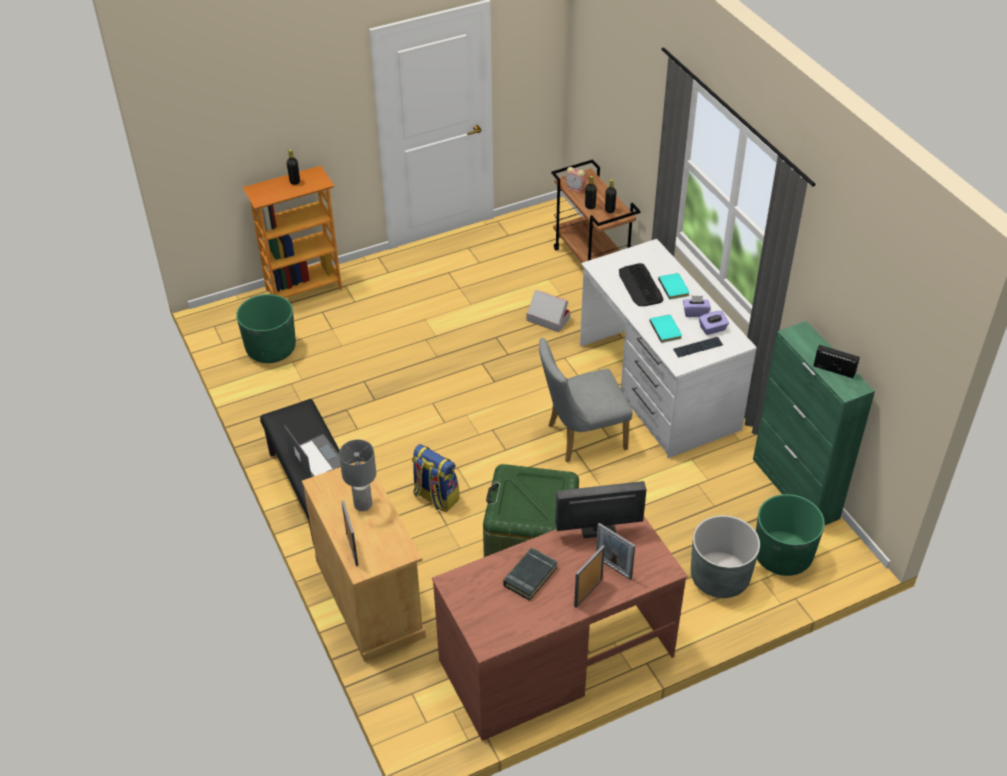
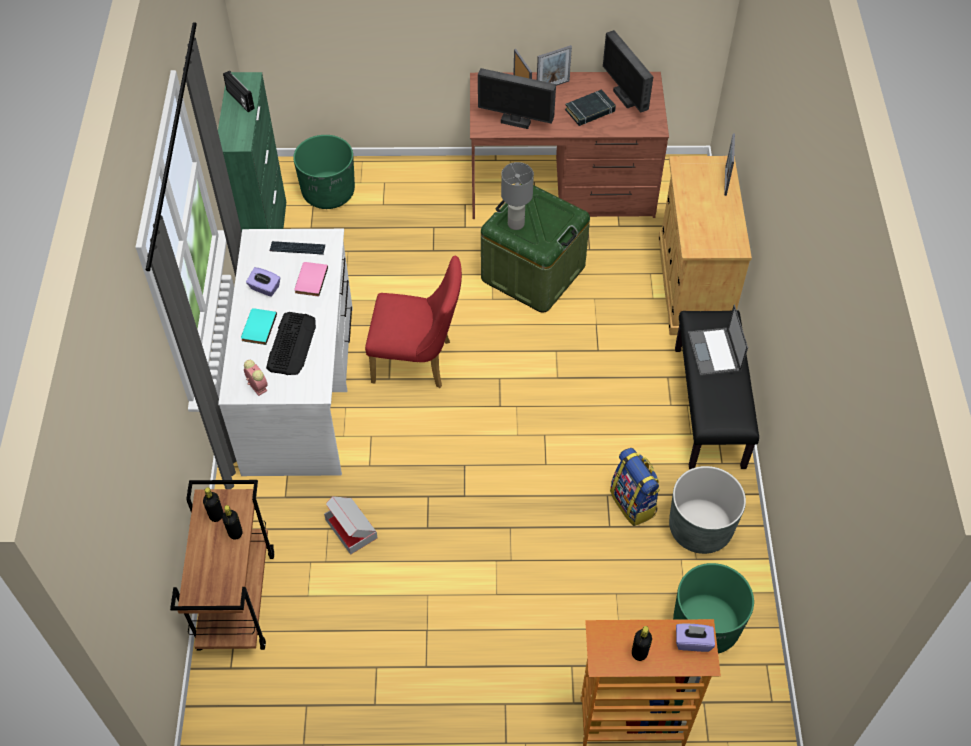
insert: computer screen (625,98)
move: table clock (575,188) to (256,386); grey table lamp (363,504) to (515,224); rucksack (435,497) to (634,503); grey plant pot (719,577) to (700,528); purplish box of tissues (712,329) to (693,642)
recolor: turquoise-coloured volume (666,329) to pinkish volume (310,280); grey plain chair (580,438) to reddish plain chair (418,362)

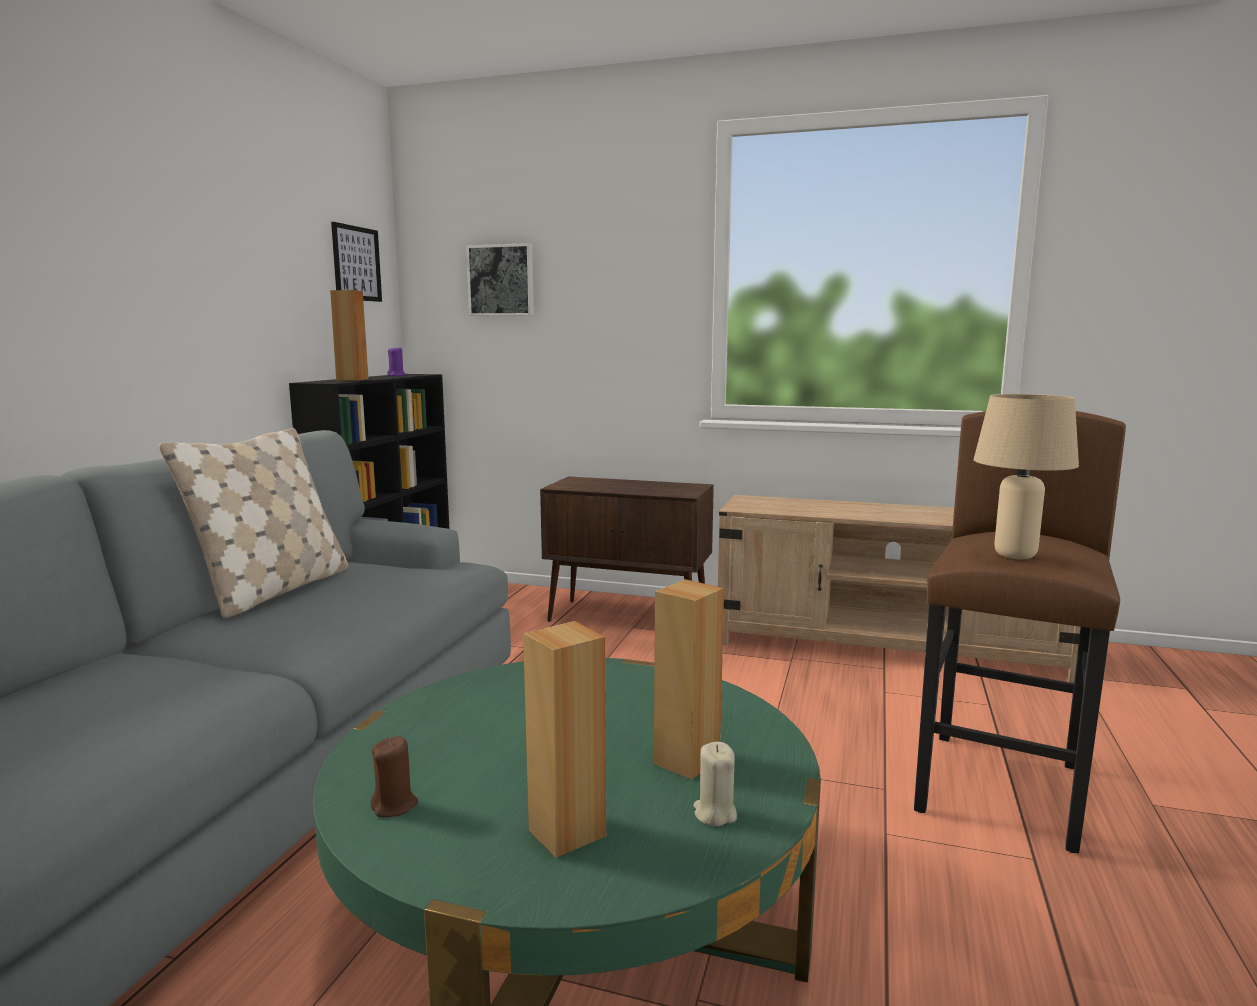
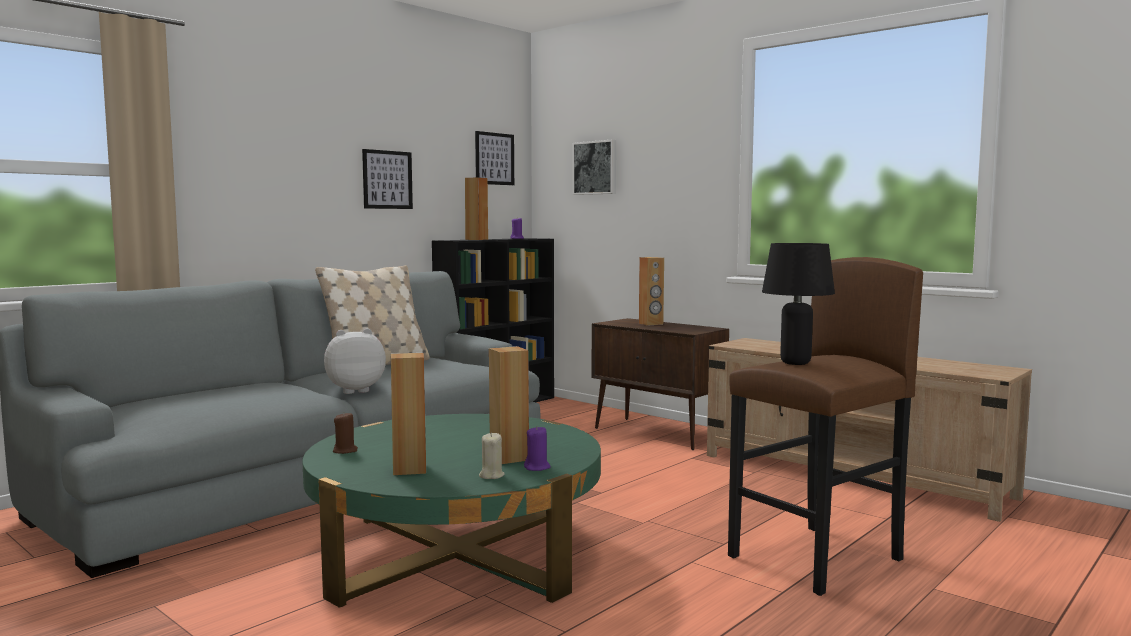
insert: soft toy (354,390); wall art (387,179); purplish wax light (537,467); brown audio speaker (651,324)
recolor: sand-coloured table lamp (1016,555) to blackish table lamp (796,363)

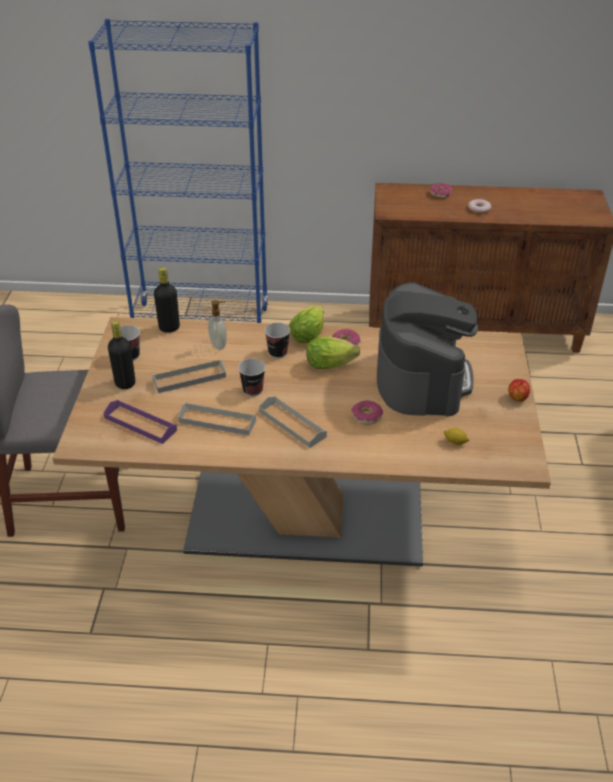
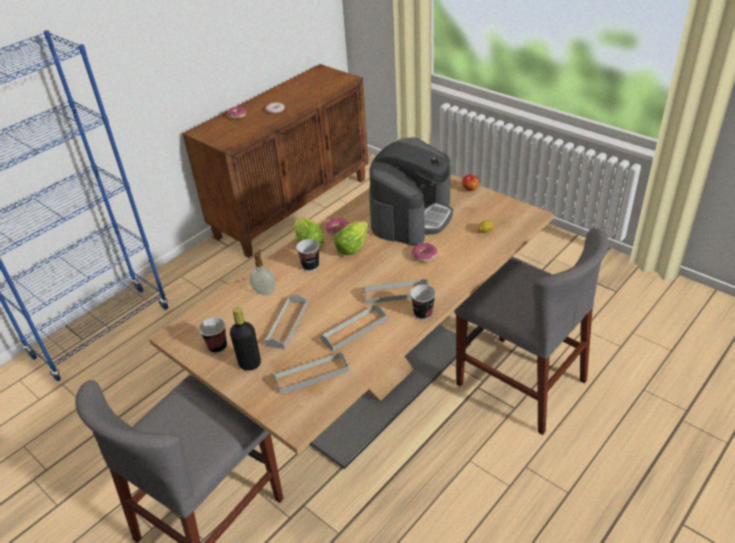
delete: blackish beverage bottle (169,327)
insert: grey plain chair (520,382)
move: cup (252,390) to (423,313)
recolor: purplish tray (140,424) to grey tray (311,375)
rotate: coffee brewer (422,378) = (411,215) 75 degrees clockwise

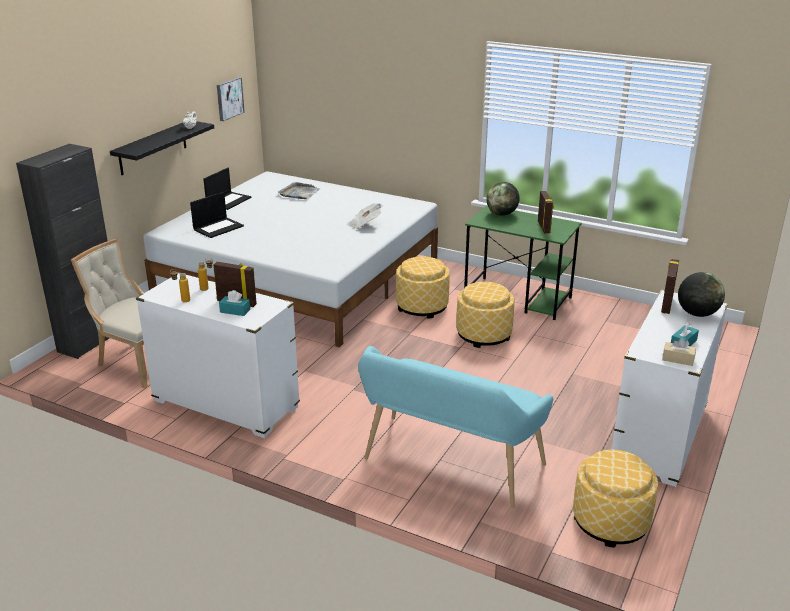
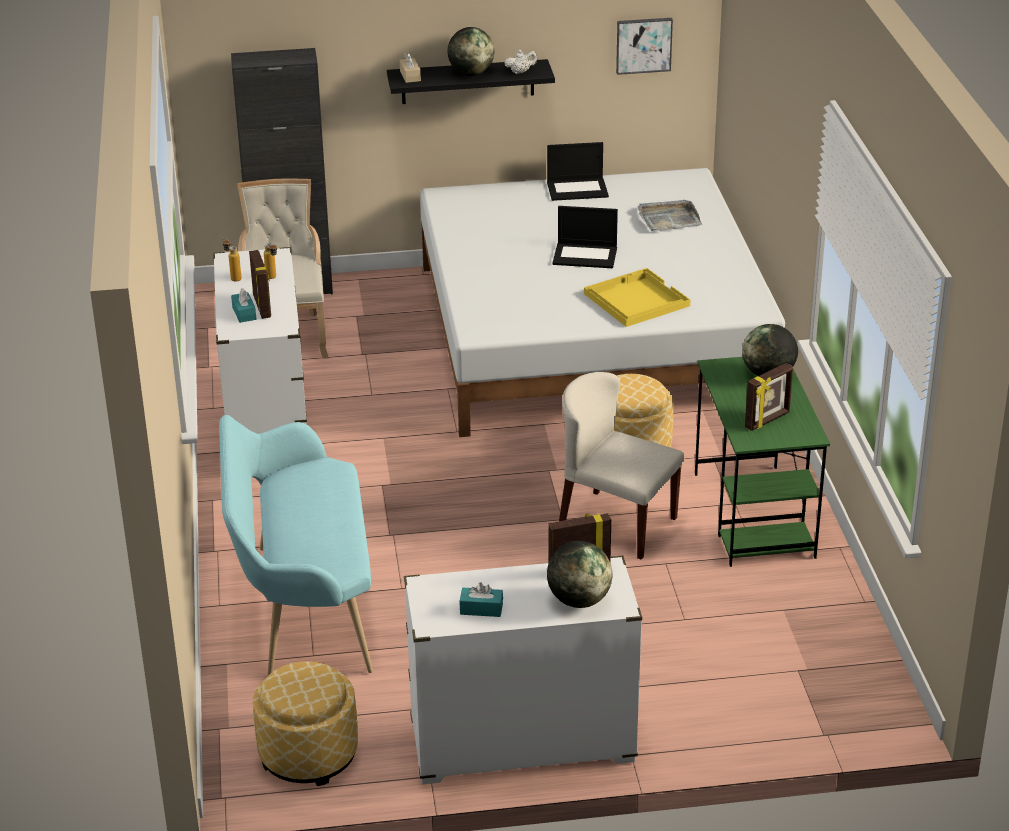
insert: globe (471,73)
move: sand-coloured box of tissues (678,359) to (410,76); portable computer (218,227) to (586,255)
replace: pouffe (483,334) to sand-coloured plain chair (616,524); newspaper (364,224) to yellowish tray (635,299)

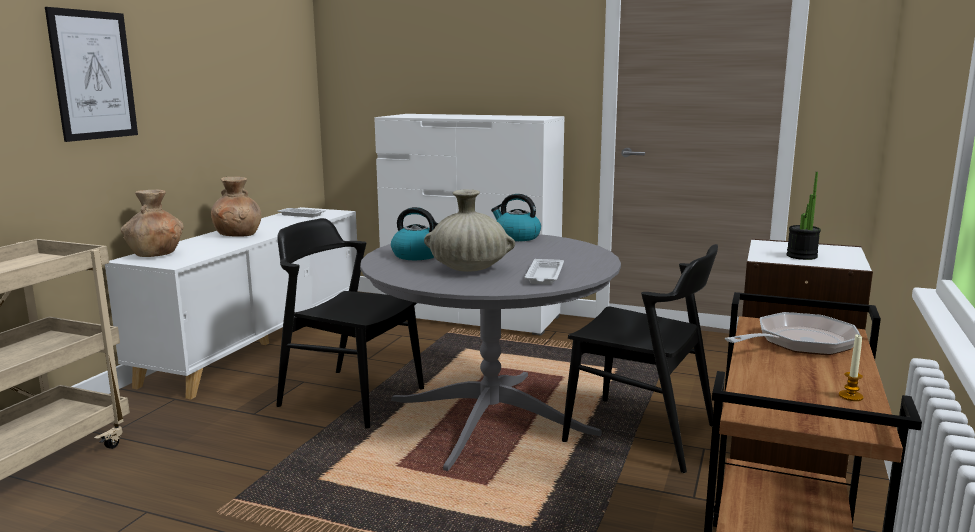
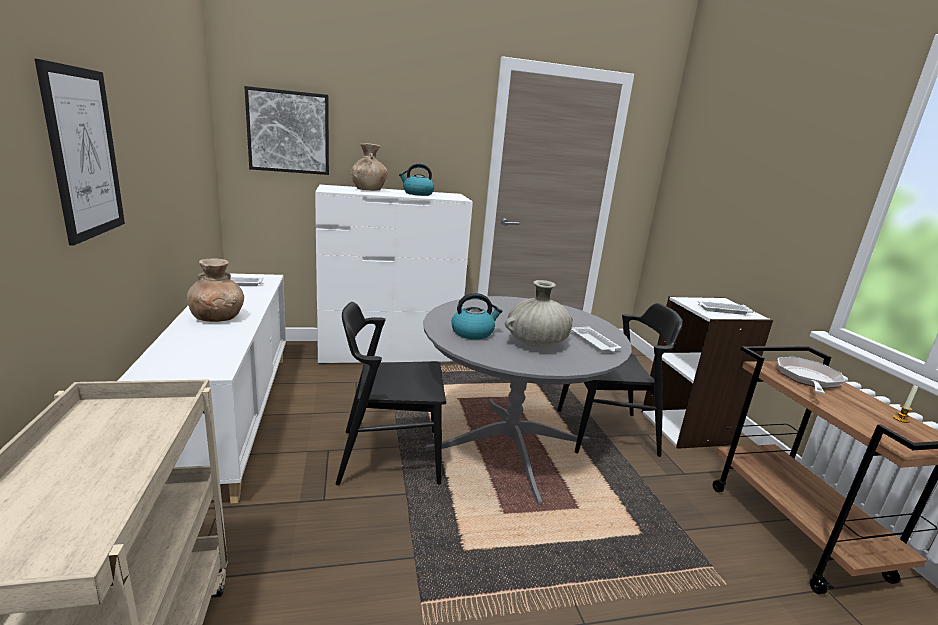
insert: wall art (289,132)
move: brown vase (156,254) to (368,190); tea kettle (516,237) to (417,194)
replace: houseplant (801,256) to whitish tray (722,310)

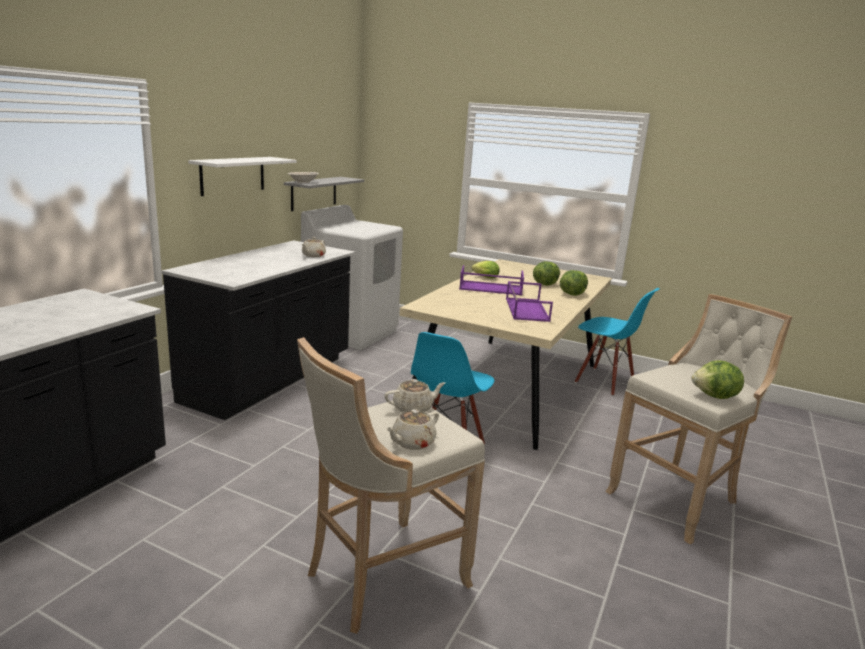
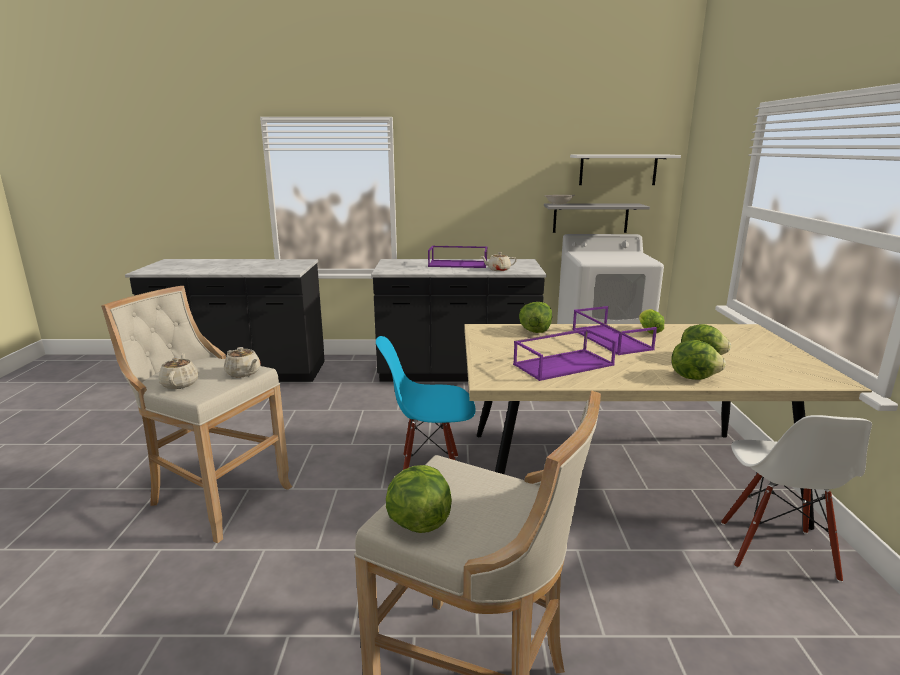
insert: purplish tray (458,264); lettuce (535,331)
move: whitish wall shelf (233,175) to (618,170)
recolor: bluish plain chair (604,381) to whitish plain chair (775,550)
rotate: sand-coloured tea pot (412,442) = (180,384) 60 degrees clockwise

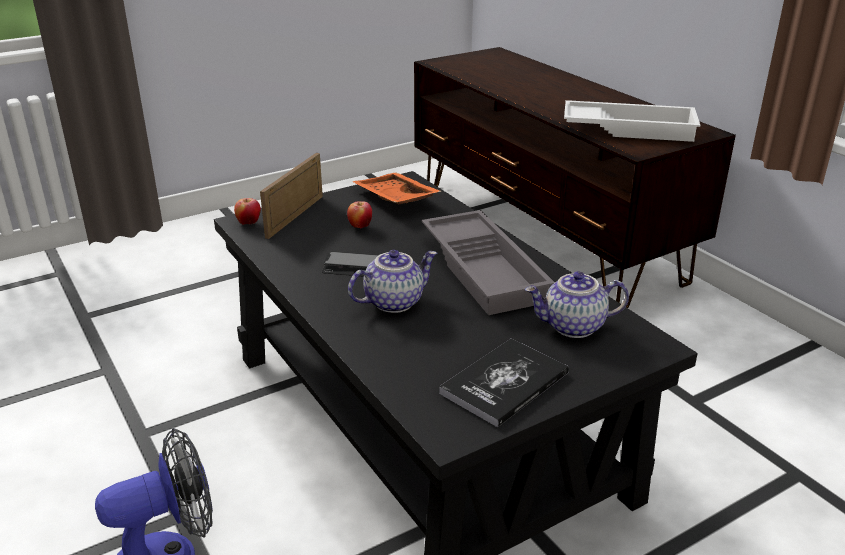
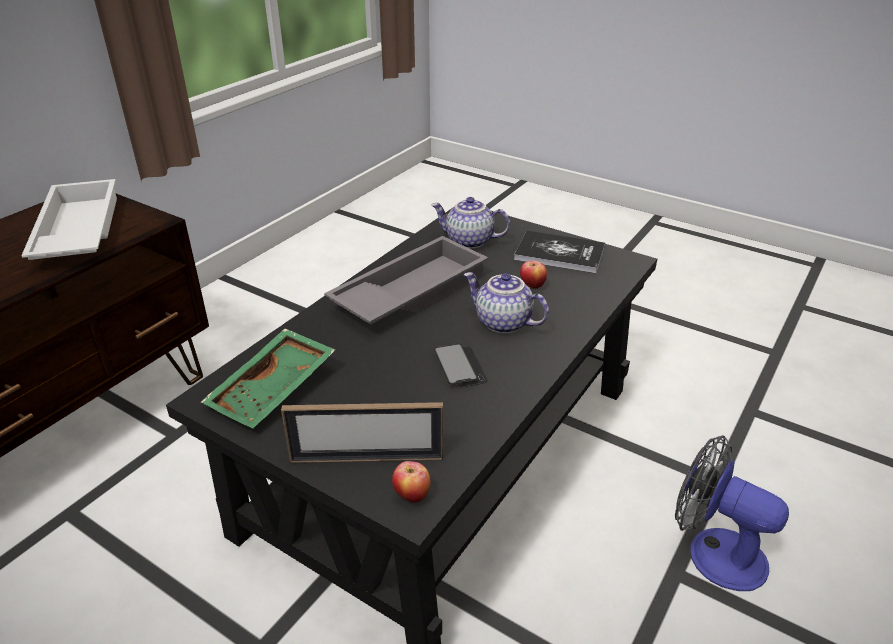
move: whole apple (360,226) to (532,286)
recolor: orange-coloured tray (394,199) to green-coloured tray (274,390)
rotate: tea pot (573,327) = (468,241) 135 degrees clockwise

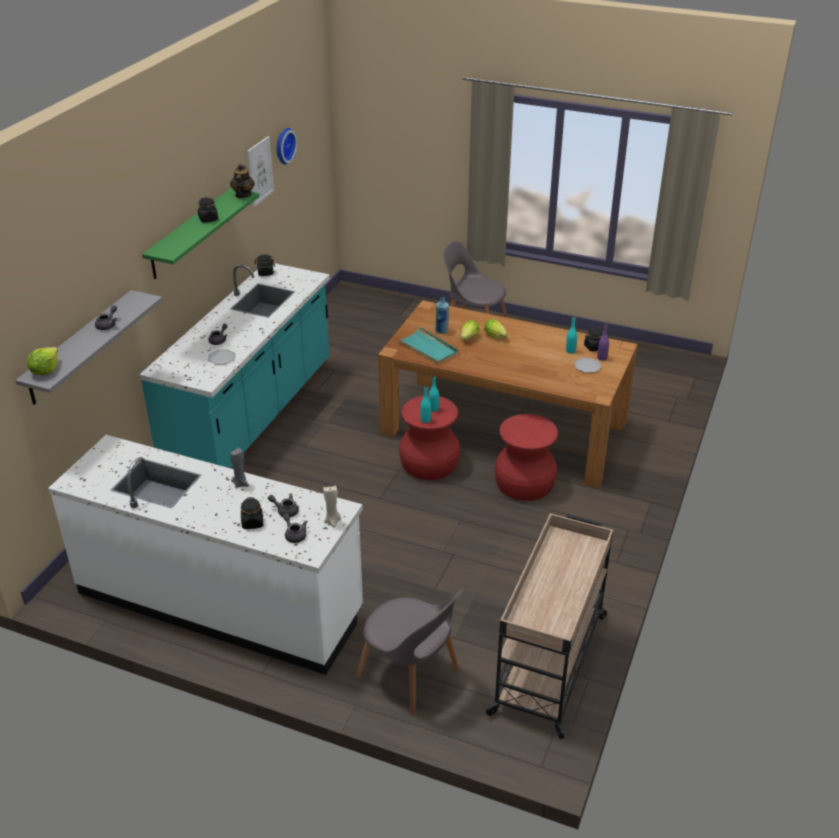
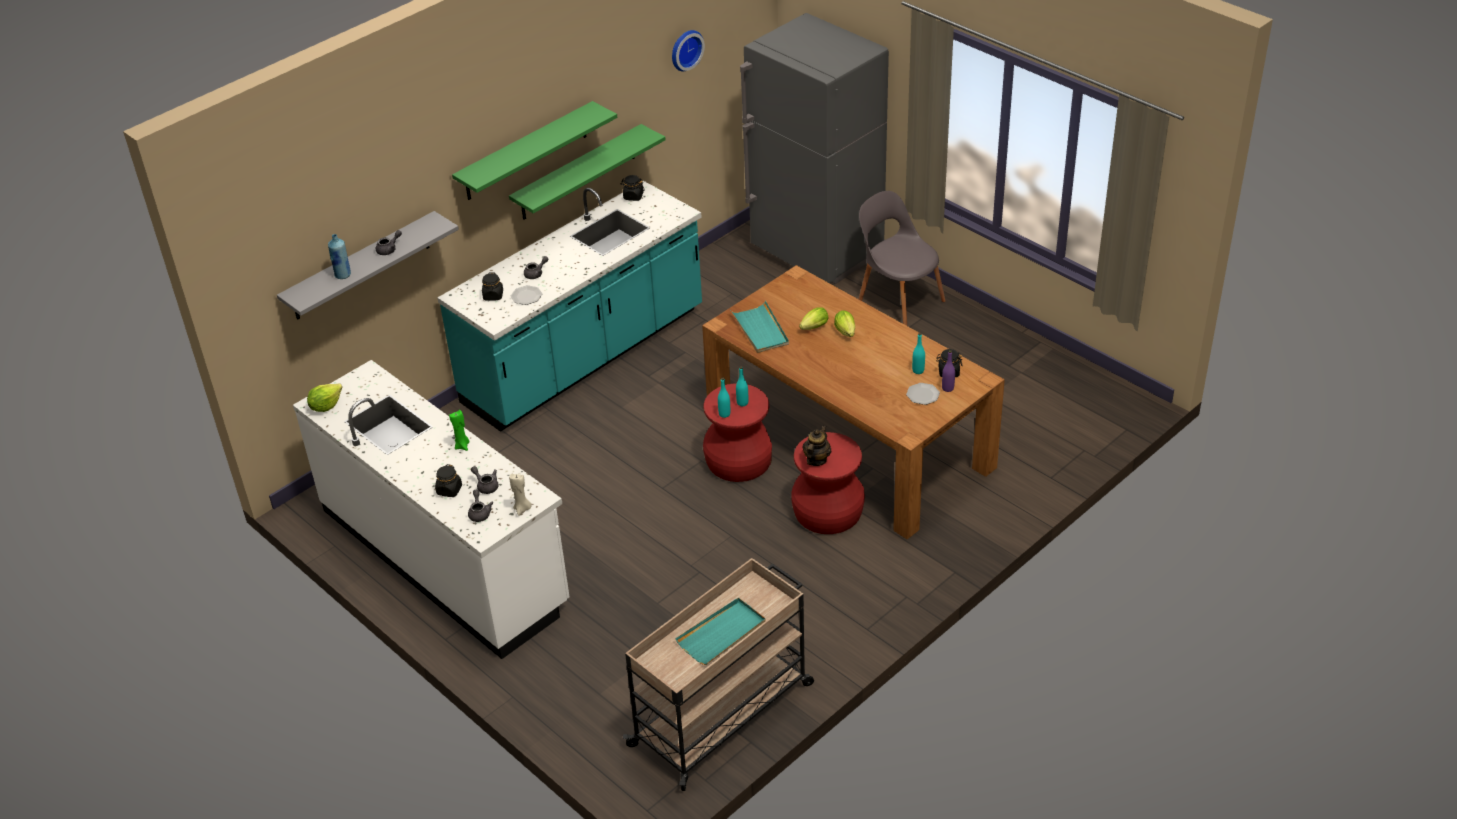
delete: wall art (260,171); grey plain chair (410,676)
insert: green-coloured wall shelf (578,173); turquoise-coloured tray (722,634); grey kitchen fridge (817,253)
move: lettuce (45,371) to (325,406); bluish beverage bottle (441,331) to (343,275); blackish storage jar (208,219) to (493,296); tea pot (243,195) to (816,460)
recolor: grey wax light (240,483) to green-coloured wax light (462,446)

